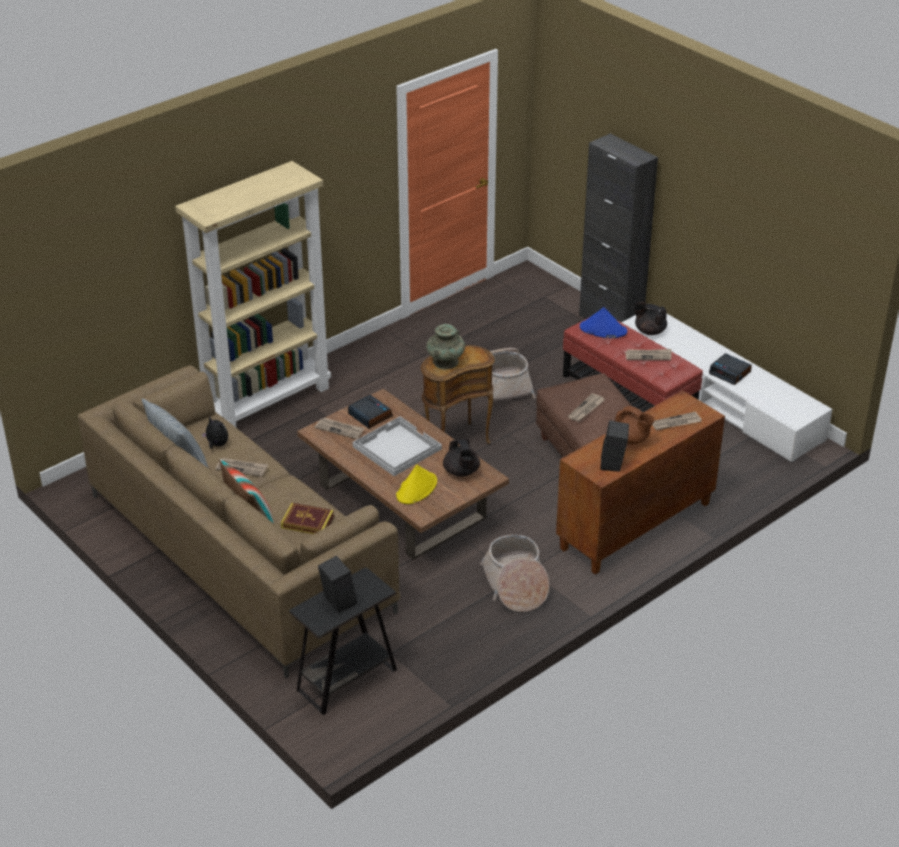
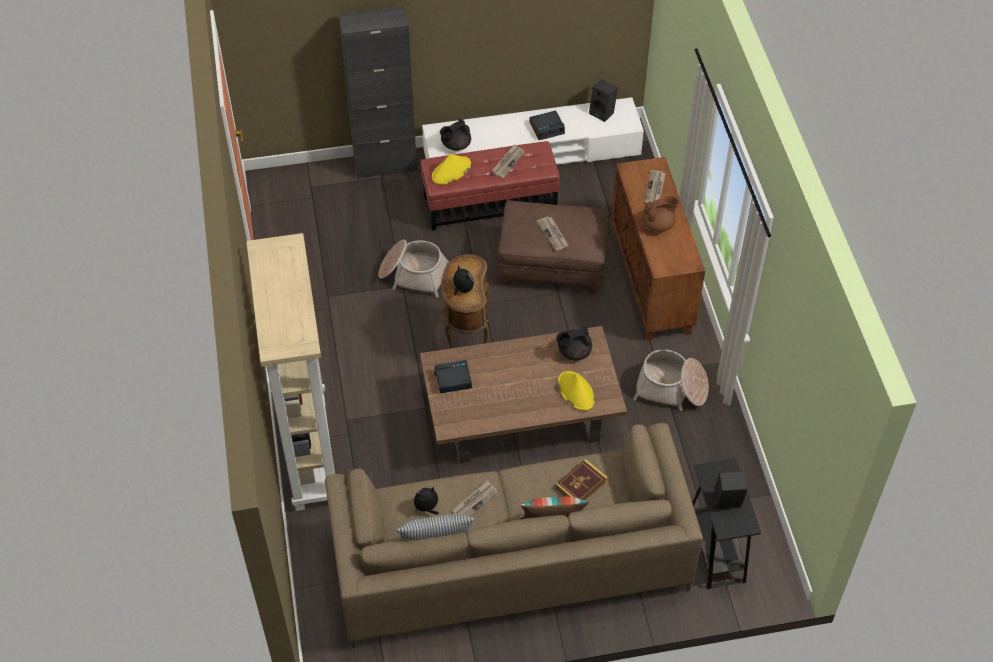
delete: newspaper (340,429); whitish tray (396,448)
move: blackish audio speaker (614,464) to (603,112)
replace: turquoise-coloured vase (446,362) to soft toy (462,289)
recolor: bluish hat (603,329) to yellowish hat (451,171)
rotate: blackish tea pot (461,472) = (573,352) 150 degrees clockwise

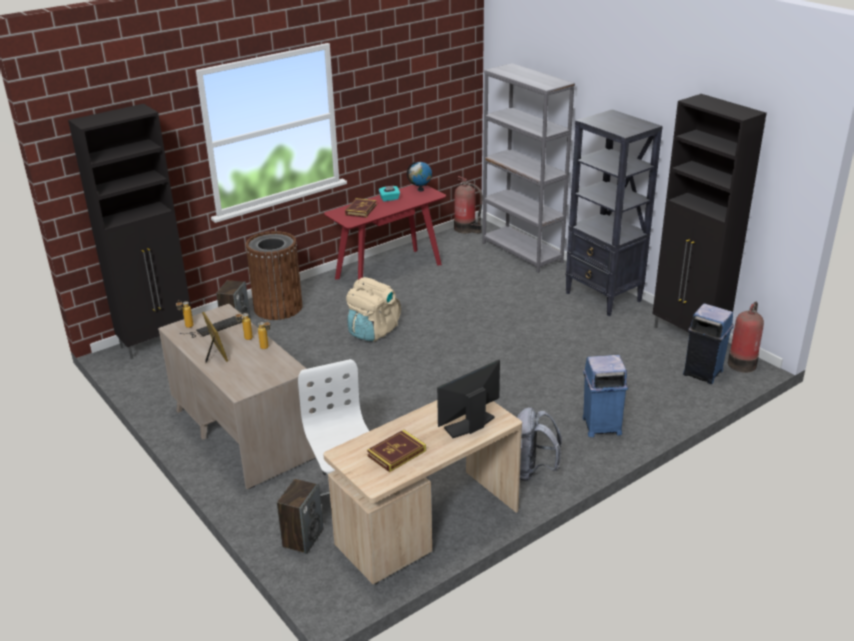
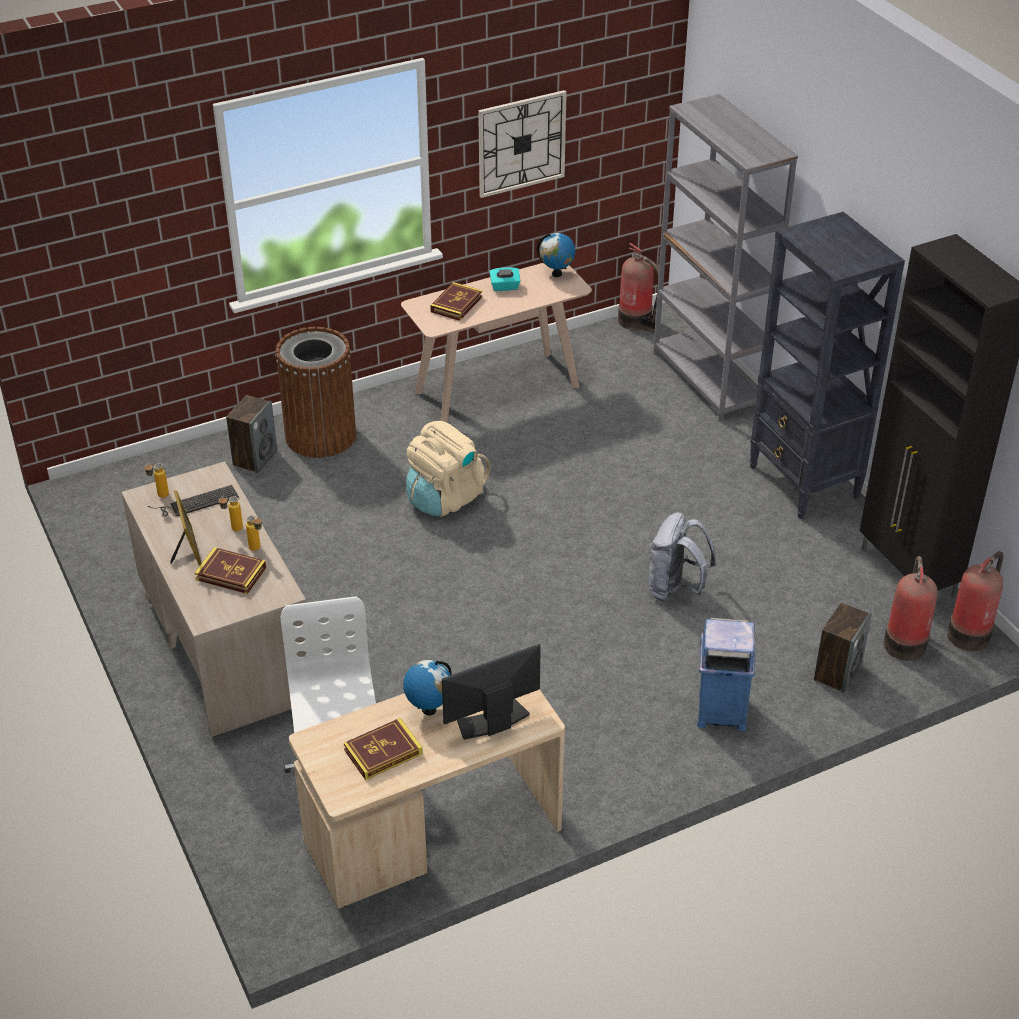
delete: blackish cabinet (158,342)
insert: volume (231,573); globe (429,709); hanging clock (521,143)
move: grey rucksack (532,471) to (676,589); audio speaker (303,538) to (837,672)
replace: bluish waste bin (703,373) to fire-fighting cylinder (904,643)
recolor: reddish console table (388,271) to sand-coloured console table (497,389)

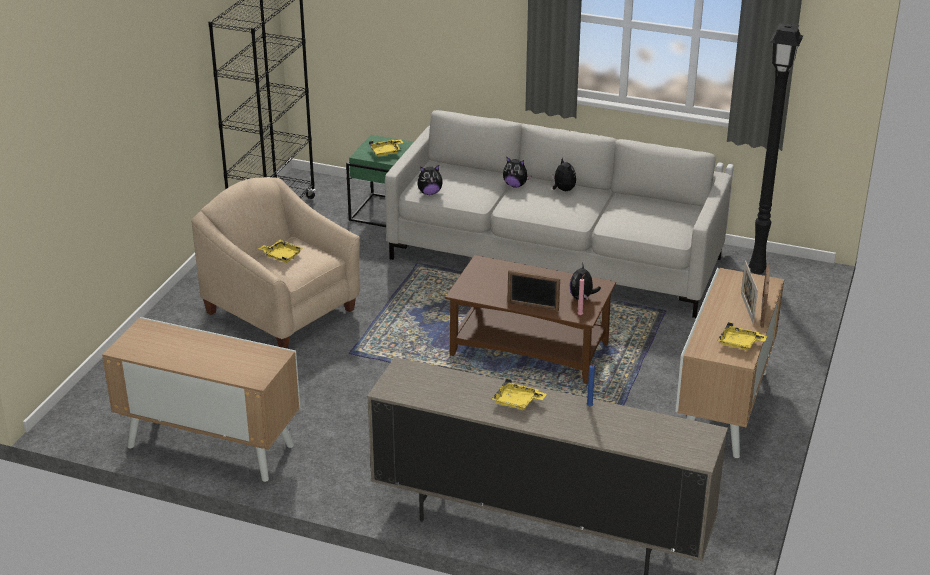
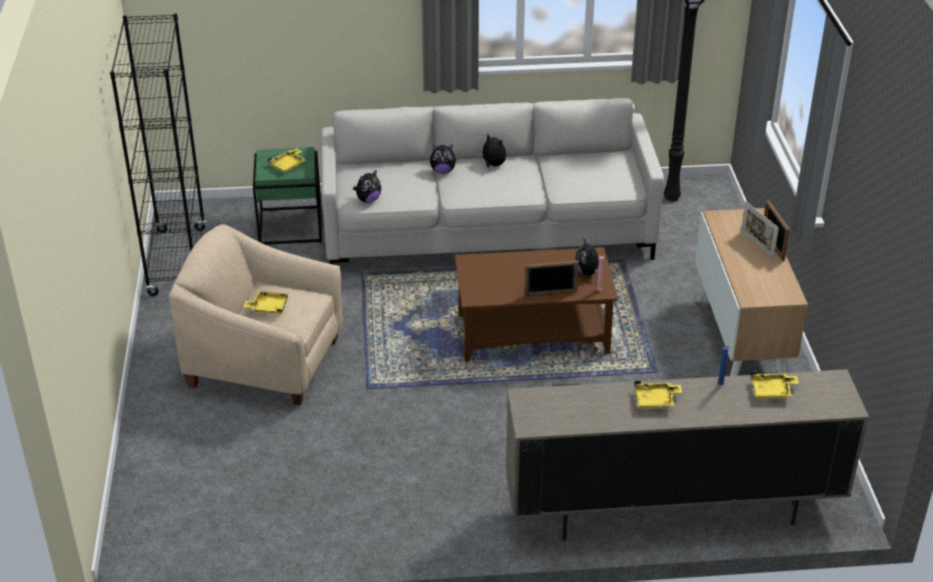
delete: cabinet (209,446)
move: yellowish tray (739,343) to (772,391)

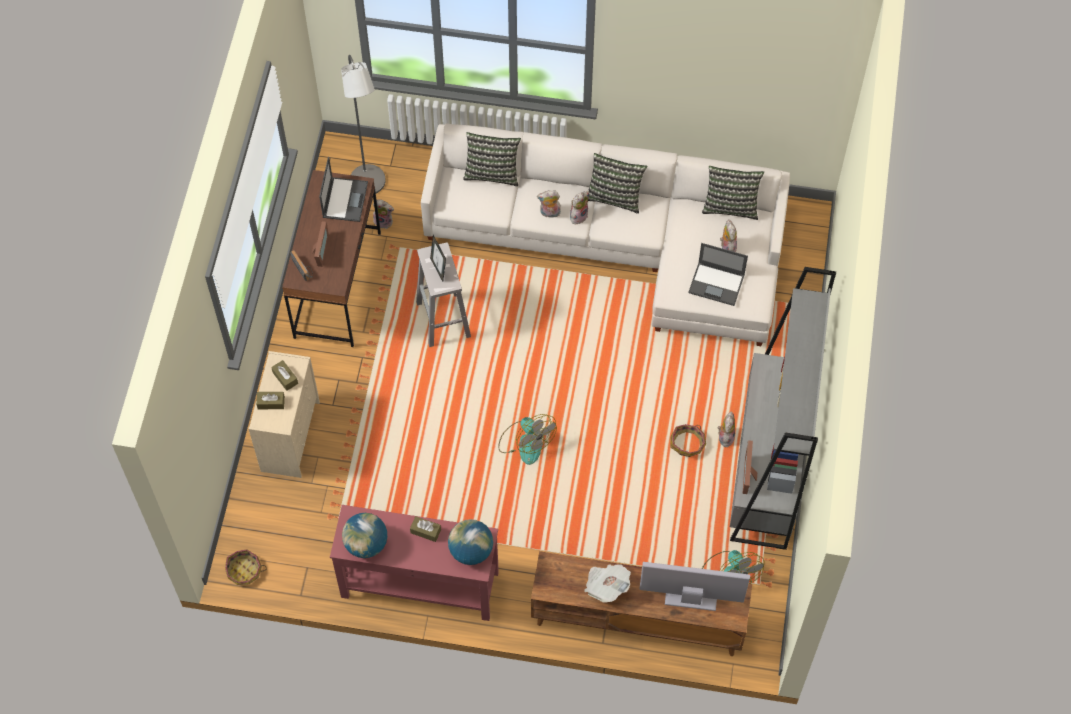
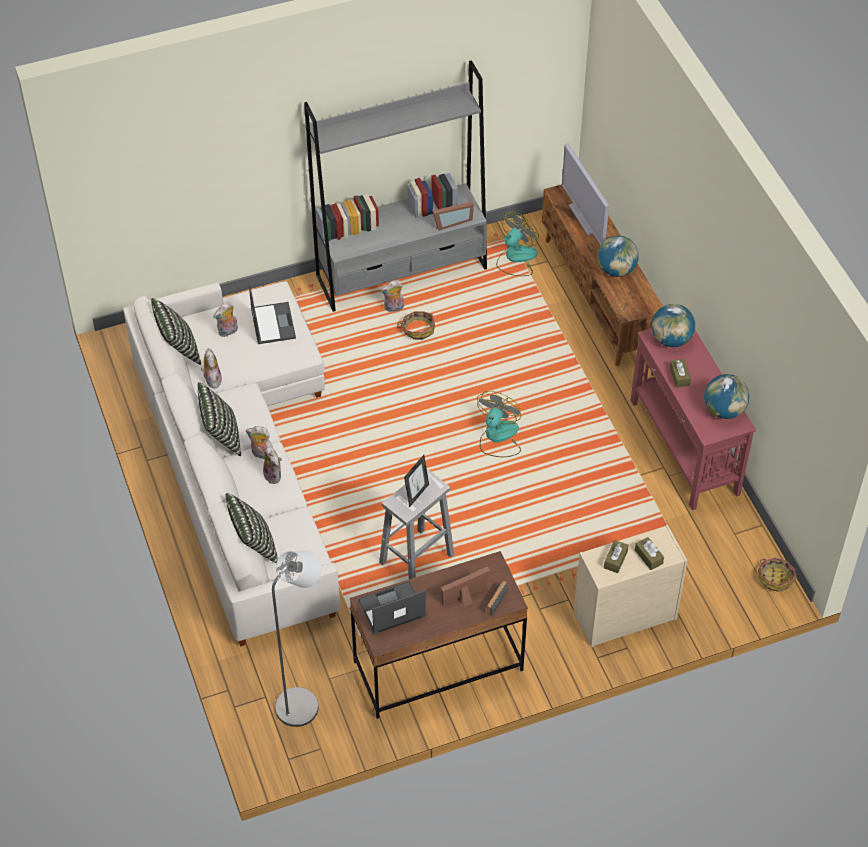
move: soft toy (384,221) to (212,380)
replace: newspaper (606,586) to globe (616,270)

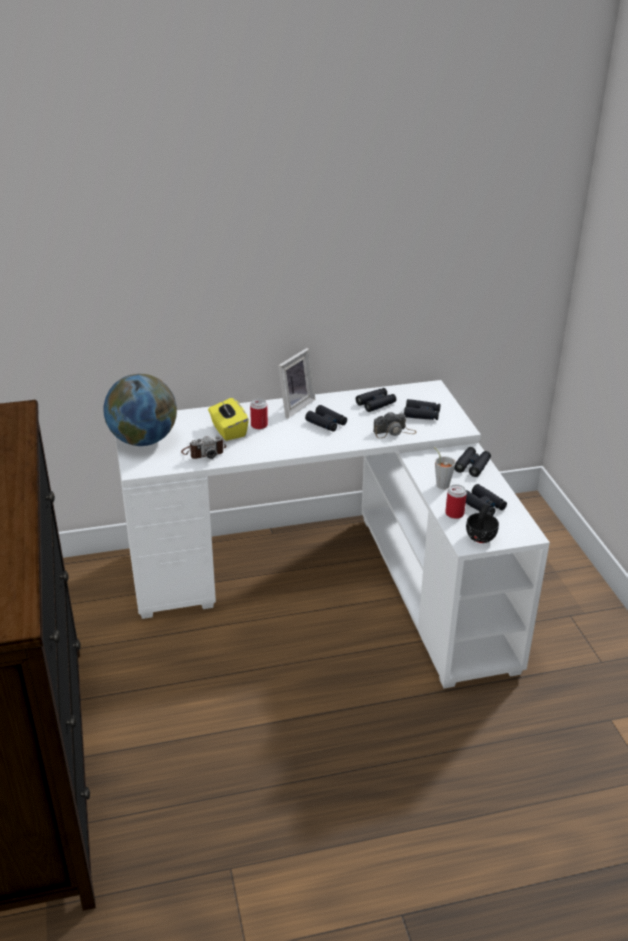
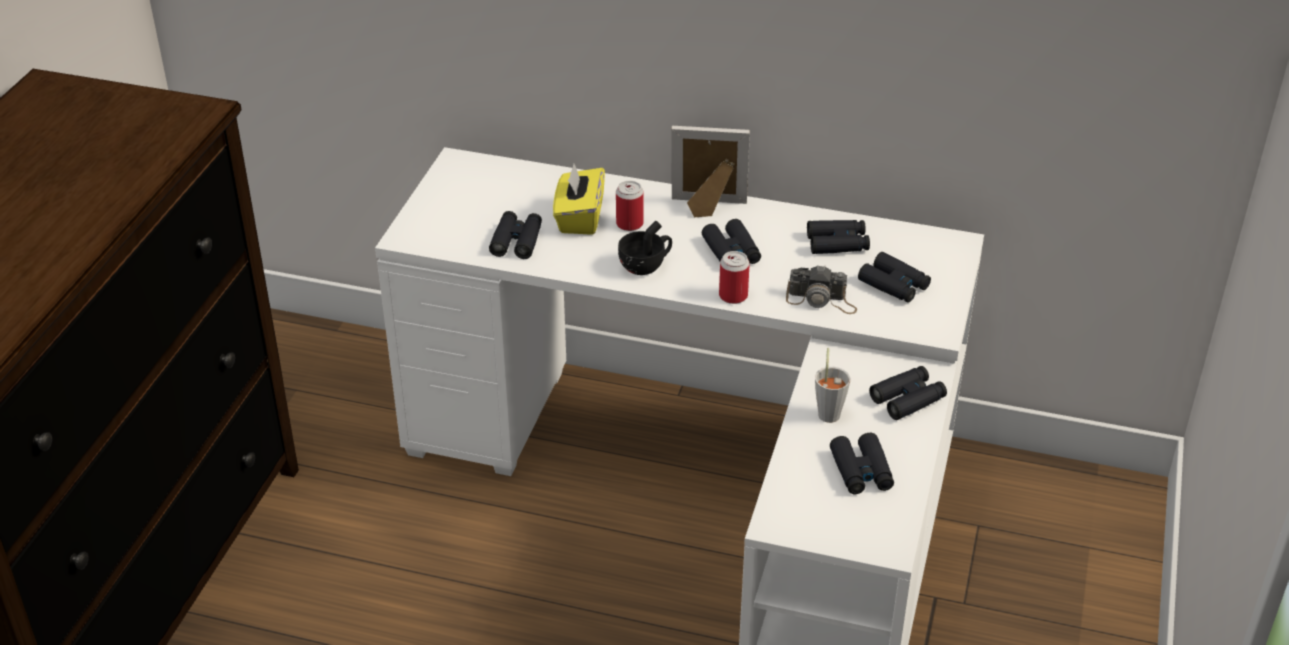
delete: globe (143,440)
move: blackish cup (482,535) to (646,265); sealed can (454,514) to (733,296)
replace: photo camera (204,452) to blackish field glasses (516,241)
rotate: photo frame (293,406) = (708,208) 150 degrees counterclockwise

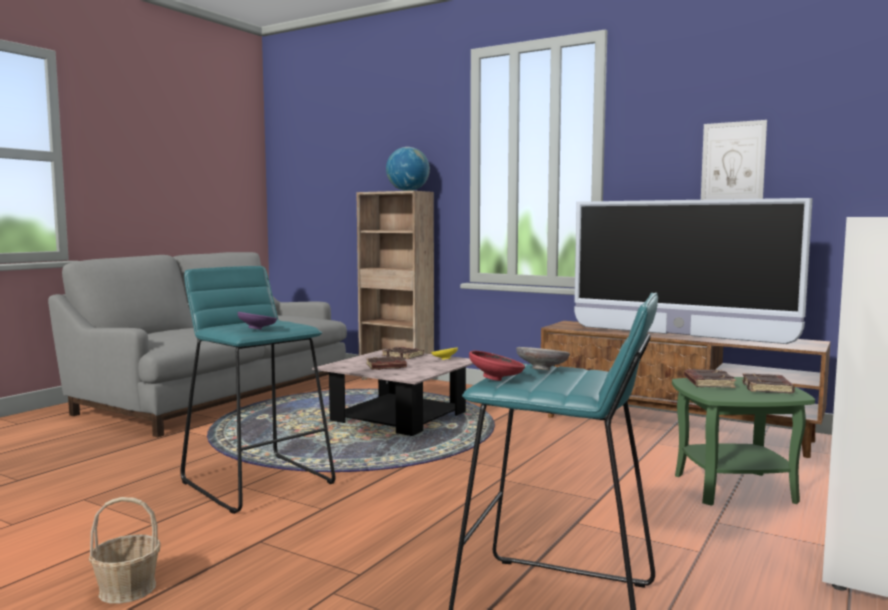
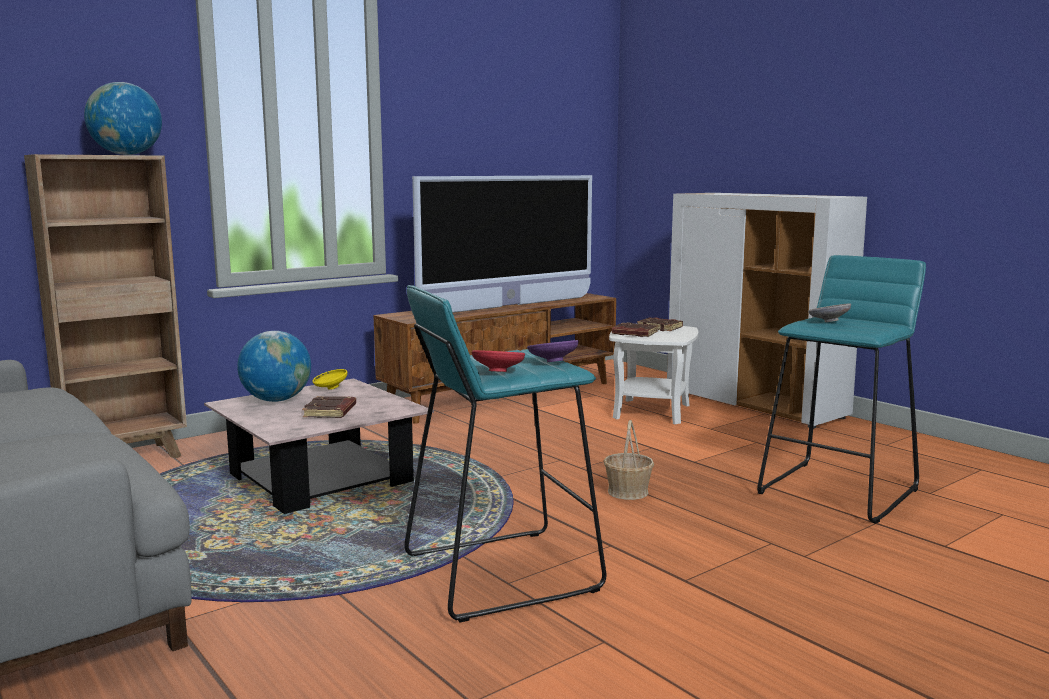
delete: wall art (732,165)
move: reddish serving bowl (497,380) to (499,372); basket (127,589) to (627,492)
replace: brown volume (403,356) to globe (276,400)
recolor: green-coloured side table (734,488) to whitish side table (652,411)

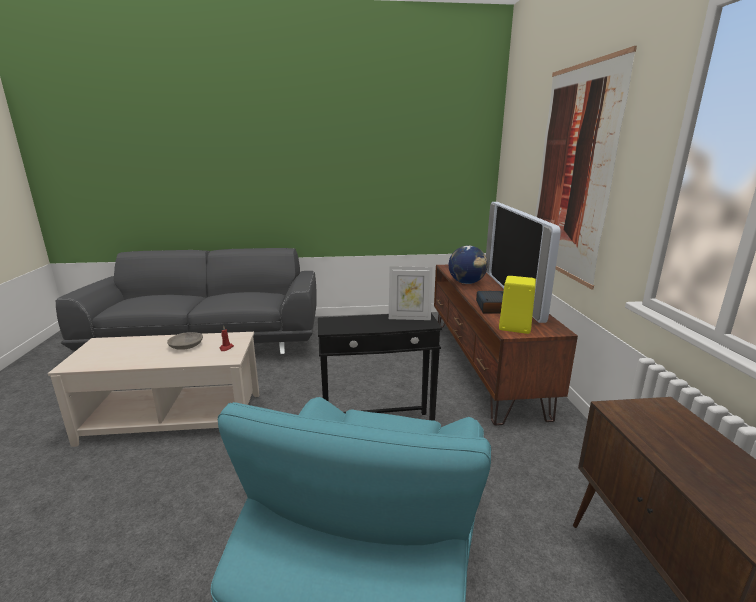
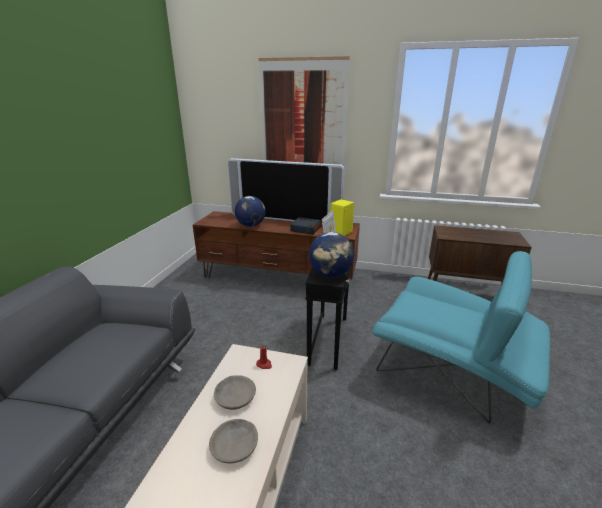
insert: grey serving bowl (235,446); globe (330,274)

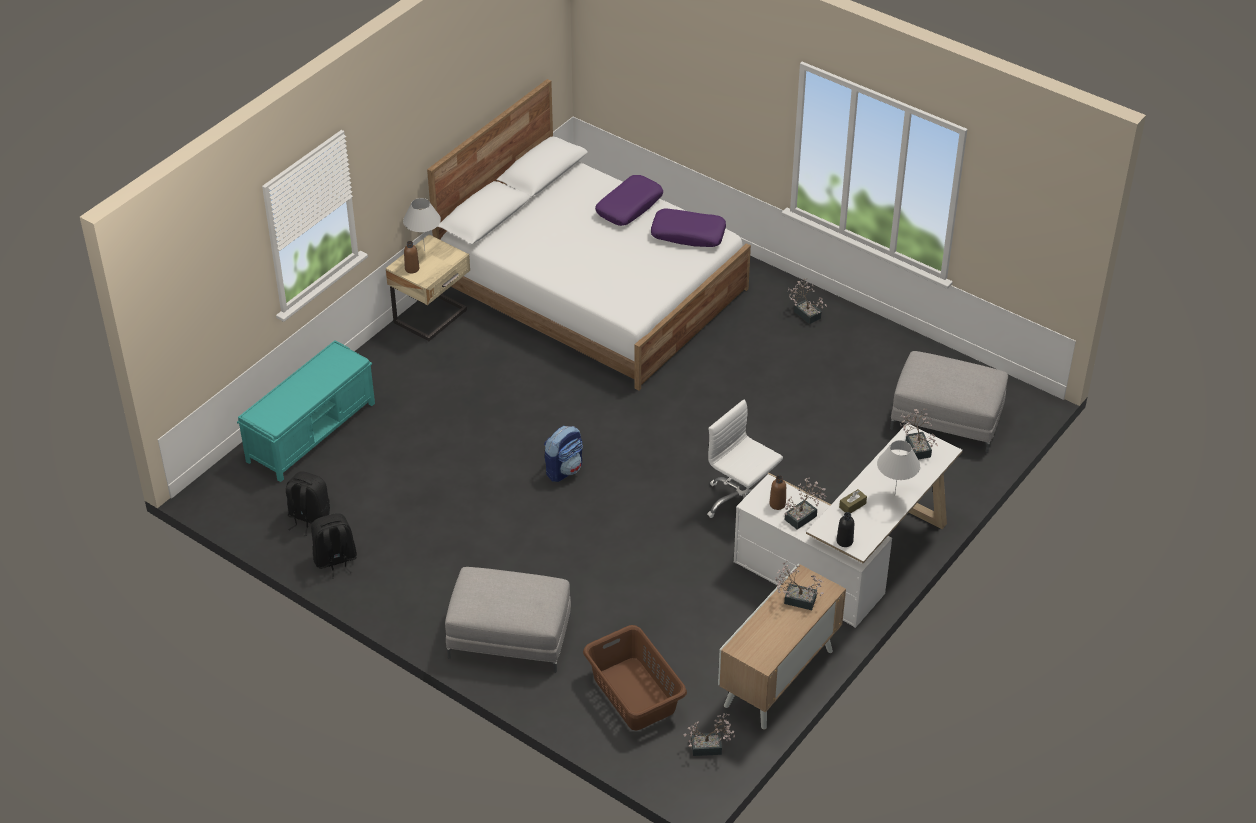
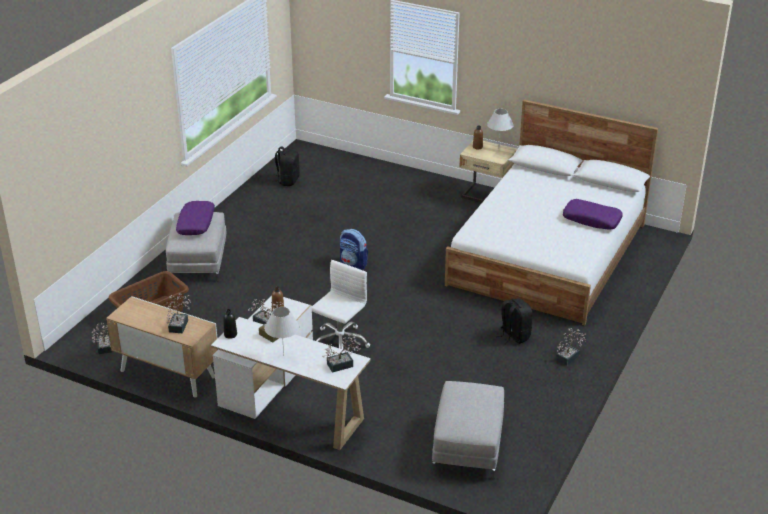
delete: turquoise-coloured indoor bench (312,431)
move: purplish pillow (688,234) to (196,223); blackish rucksack (335,561) to (514,336)

